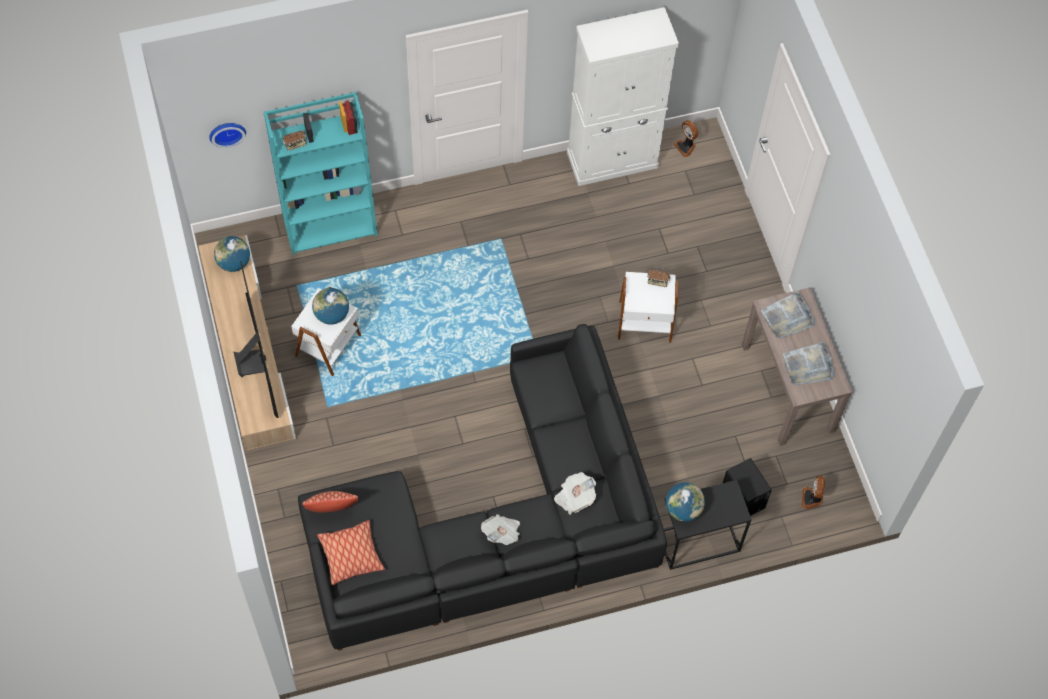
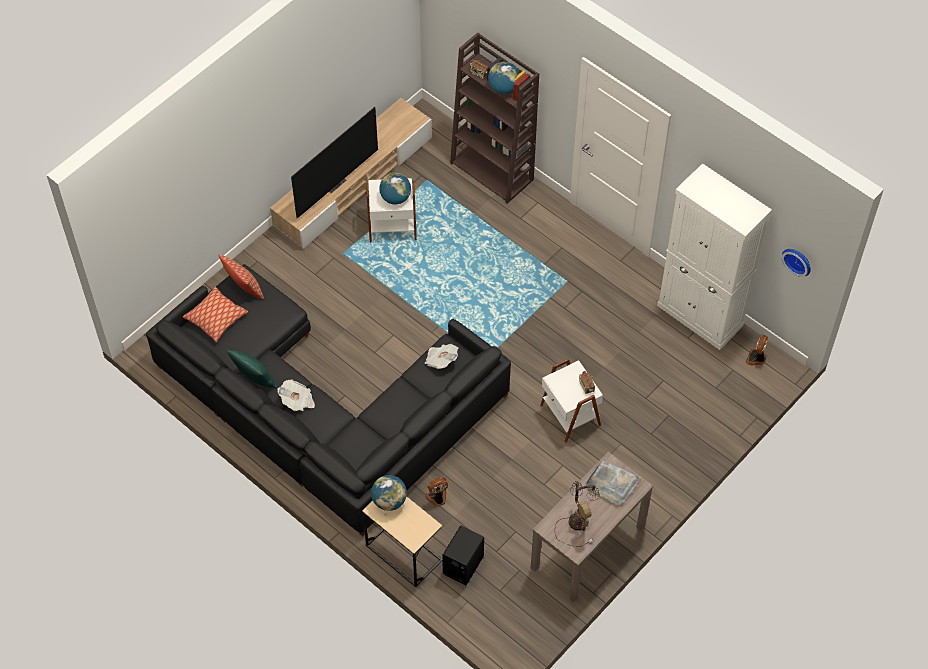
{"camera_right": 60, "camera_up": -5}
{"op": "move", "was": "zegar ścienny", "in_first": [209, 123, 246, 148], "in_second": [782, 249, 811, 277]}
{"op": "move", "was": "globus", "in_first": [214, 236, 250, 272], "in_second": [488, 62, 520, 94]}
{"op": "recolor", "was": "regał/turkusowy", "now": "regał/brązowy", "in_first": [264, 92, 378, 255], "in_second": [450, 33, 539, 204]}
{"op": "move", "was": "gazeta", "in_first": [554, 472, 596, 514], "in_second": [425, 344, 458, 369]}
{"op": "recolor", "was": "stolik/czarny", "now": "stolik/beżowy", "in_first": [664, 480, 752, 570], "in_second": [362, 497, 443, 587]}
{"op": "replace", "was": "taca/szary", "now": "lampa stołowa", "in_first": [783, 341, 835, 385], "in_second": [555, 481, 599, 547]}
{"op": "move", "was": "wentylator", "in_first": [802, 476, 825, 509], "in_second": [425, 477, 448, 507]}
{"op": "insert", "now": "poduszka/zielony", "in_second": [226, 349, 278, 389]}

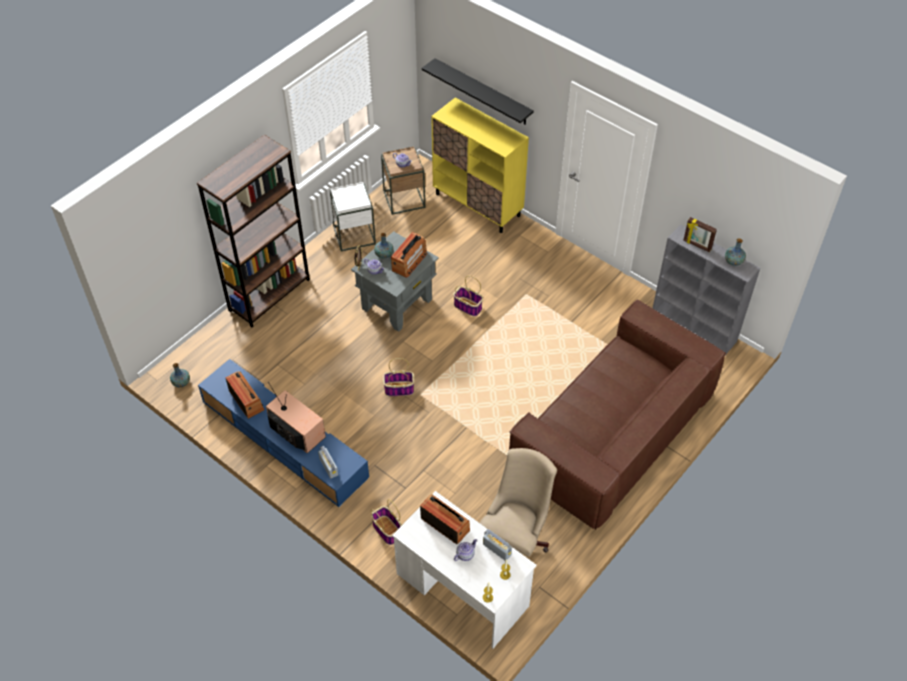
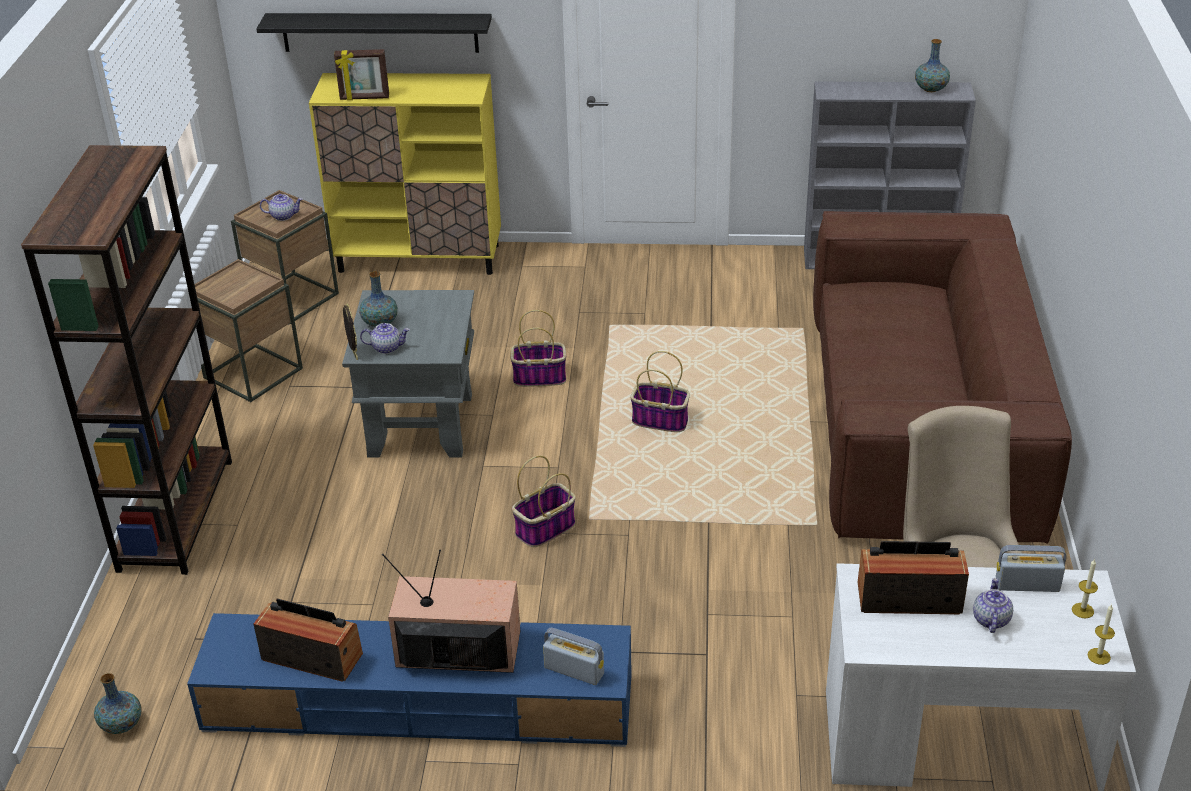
{"camera_right": -35, "camera_up": -15}
{"op": "recolor", "was": "stolik/biały", "now": "stolik/brązowy", "in_first": [330, 182, 376, 251], "in_second": [195, 259, 303, 402]}
{"op": "move", "was": "koszyk", "in_first": [371, 499, 402, 545], "in_second": [630, 351, 690, 432]}
{"op": "delete", "was": "radio", "in_first": [391, 232, 427, 278]}
{"op": "move", "was": "ramka na zdjęcie", "in_first": [683, 217, 717, 252], "in_second": [334, 49, 389, 100]}

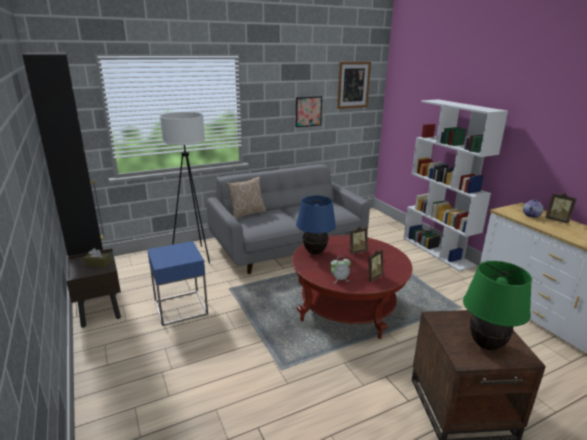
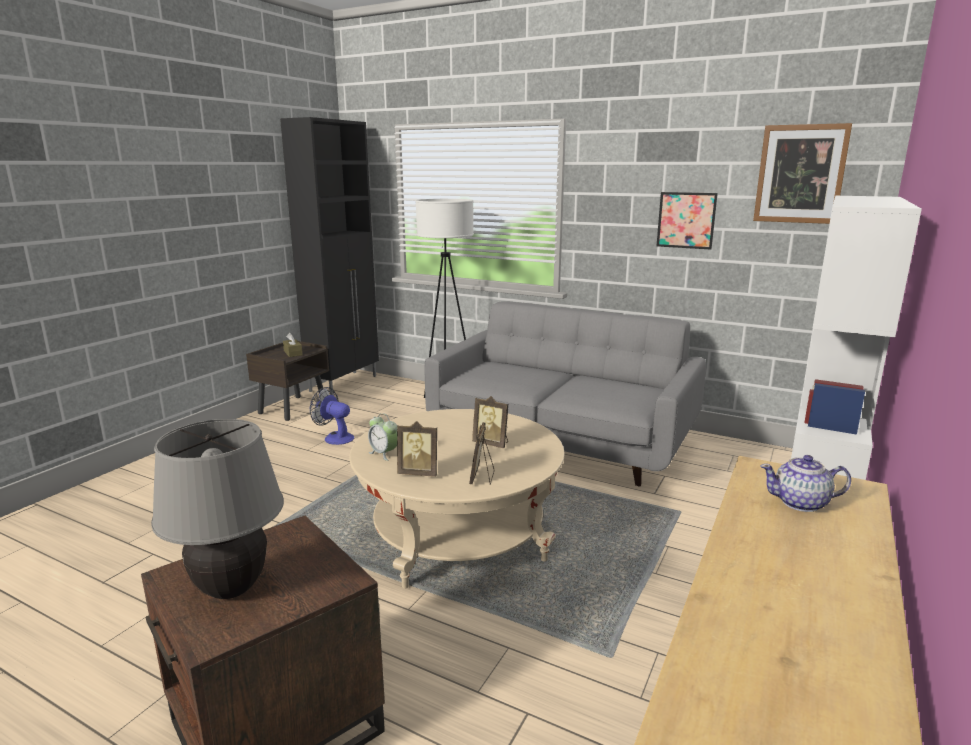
{"camera_right": 55, "camera_up": -5}
{"op": "replace", "was": "stolik/niebieski", "now": "wentylator", "in_first": [147, 241, 208, 326], "in_second": [310, 387, 354, 445]}
{"op": "delete", "was": "poduszka", "in_first": [227, 176, 267, 219]}
{"op": "recolor", "was": "ława/czerwony", "now": "ława/beżowy", "in_first": [292, 235, 413, 339], "in_second": [350, 409, 565, 589]}
{"op": "delete", "was": "lampa stołowa/niebieski", "in_first": [296, 195, 336, 255]}
{"op": "recolor", "was": "lampa stołowa/zielony", "now": "lampa stołowa/szary", "in_first": [463, 261, 532, 350], "in_second": [151, 419, 284, 599]}
{"op": "move", "was": "ramka na zdjęcie", "in_first": [545, 193, 577, 224], "in_second": [469, 422, 494, 485]}

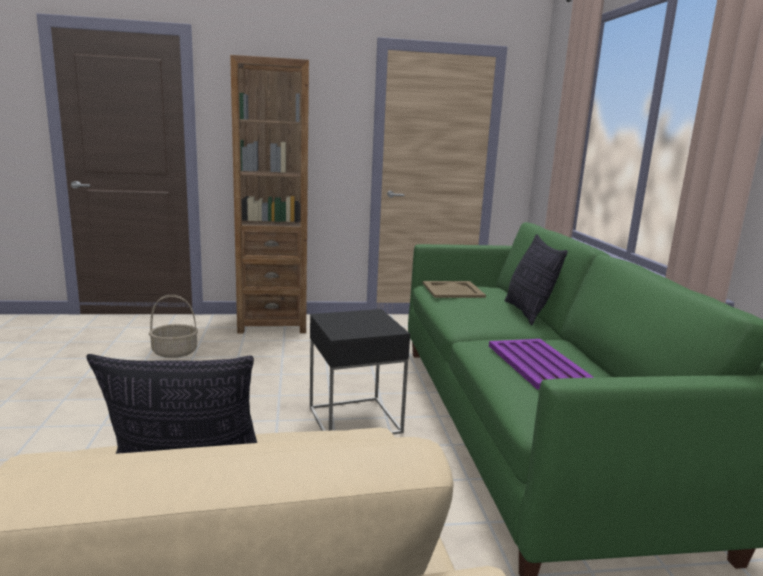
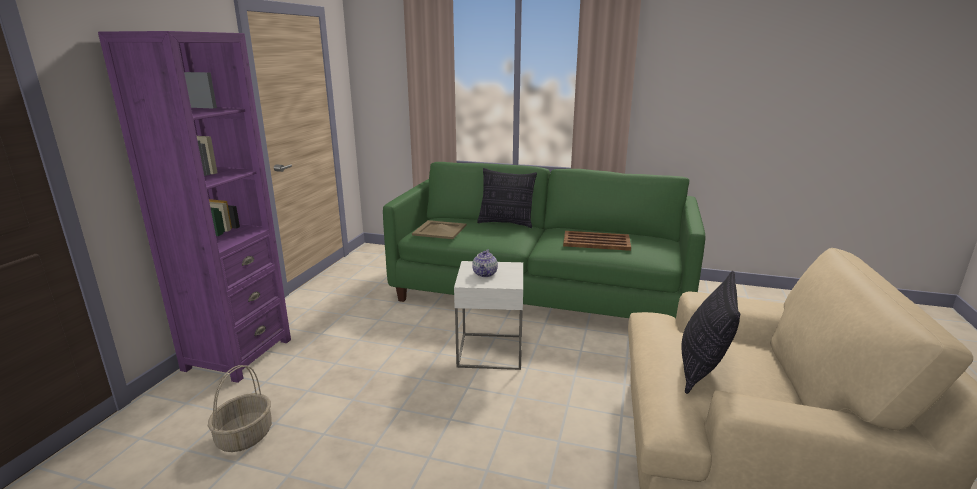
{"camera_right": -65, "camera_up": 5}
{"op": "recolor", "was": "regał/brązowy", "now": "regał/fioletowy", "in_first": [230, 55, 309, 333], "in_second": [98, 31, 291, 383]}
{"op": "recolor", "was": "stolik/czarny", "now": "stolik/biały", "in_first": [310, 309, 410, 435], "in_second": [454, 261, 523, 370]}
{"op": "recolor", "was": "taca/fioletowy", "now": "taca/brązowy", "in_first": [489, 339, 594, 390], "in_second": [563, 231, 631, 251]}
{"op": "insert", "now": "imbryk", "in_second": [472, 250, 498, 277]}

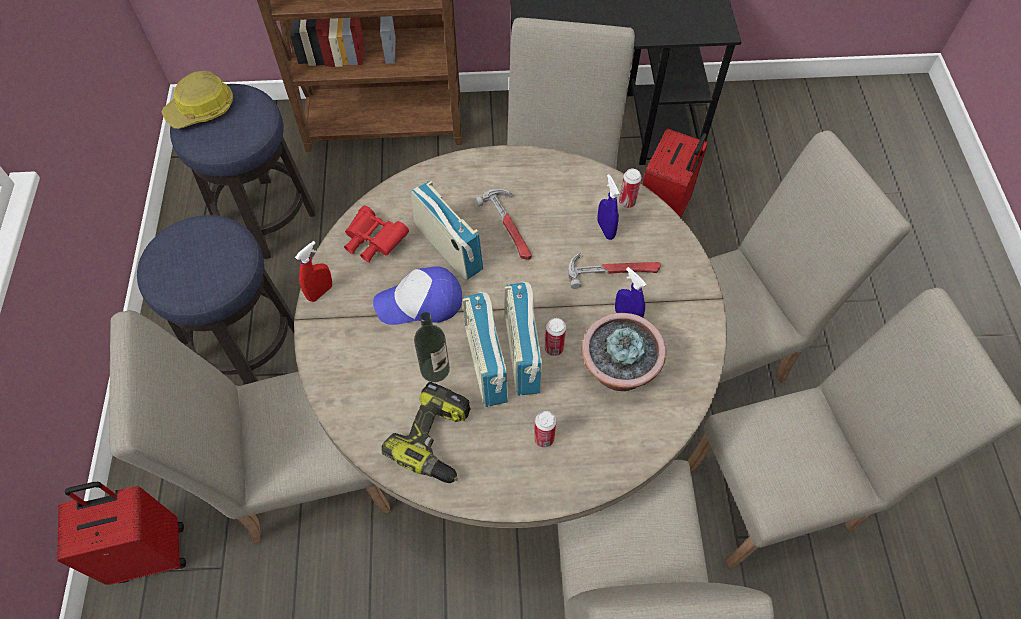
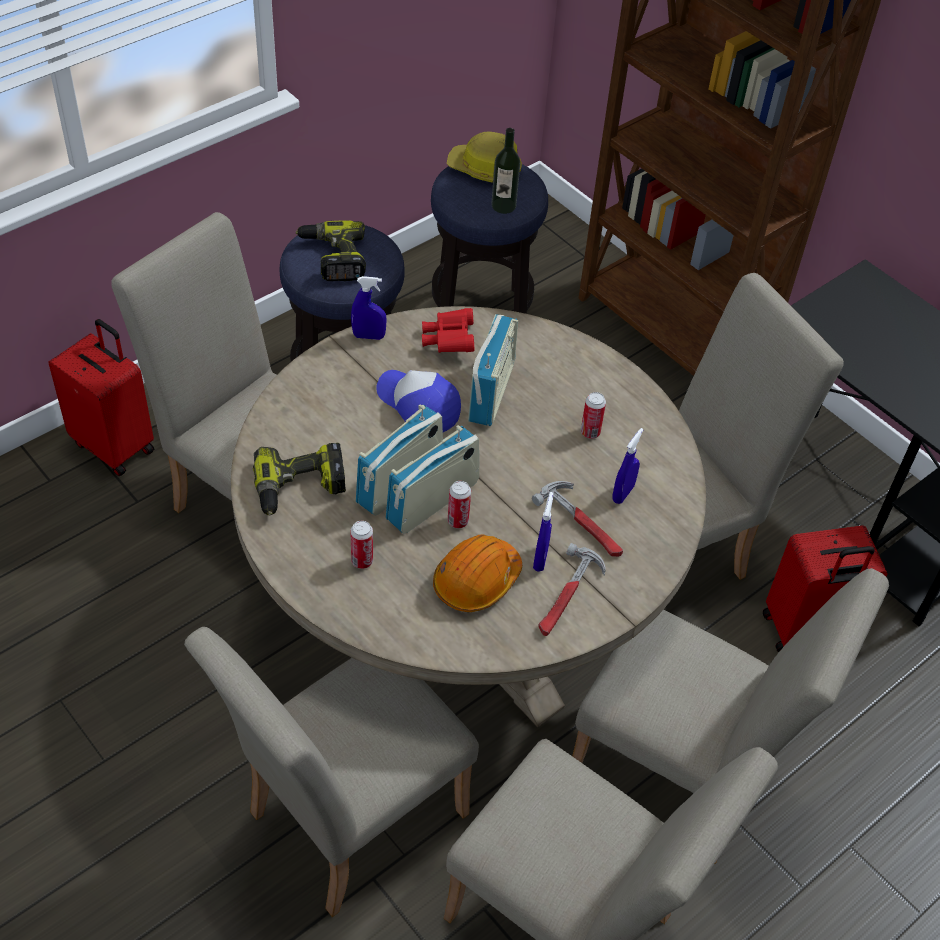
{"camera_right": 50, "camera_up": -10}
{"op": "recolor", "was": "spryskiwacz/czerwony", "now": "spryskiwacz/niebieski", "in_first": [295, 241, 332, 302], "in_second": [351, 276, 387, 340]}
{"op": "move", "was": "butelka", "in_first": [414, 312, 450, 382], "in_second": [491, 128, 520, 214]}
{"op": "move", "was": "młotek", "in_first": [475, 189, 532, 260], "in_second": [538, 543, 606, 636]}
{"op": "replace", "was": "roślina doniczkowa", "now": "kask/pomarańczowy", "in_first": [582, 313, 666, 391], "in_second": [433, 535, 522, 612]}
{"op": "move", "was": "puszka", "in_first": [619, 169, 642, 208], "in_second": [581, 392, 606, 439]}
{"op": "insert", "now": "wiertarka", "in_second": [296, 221, 366, 281]}

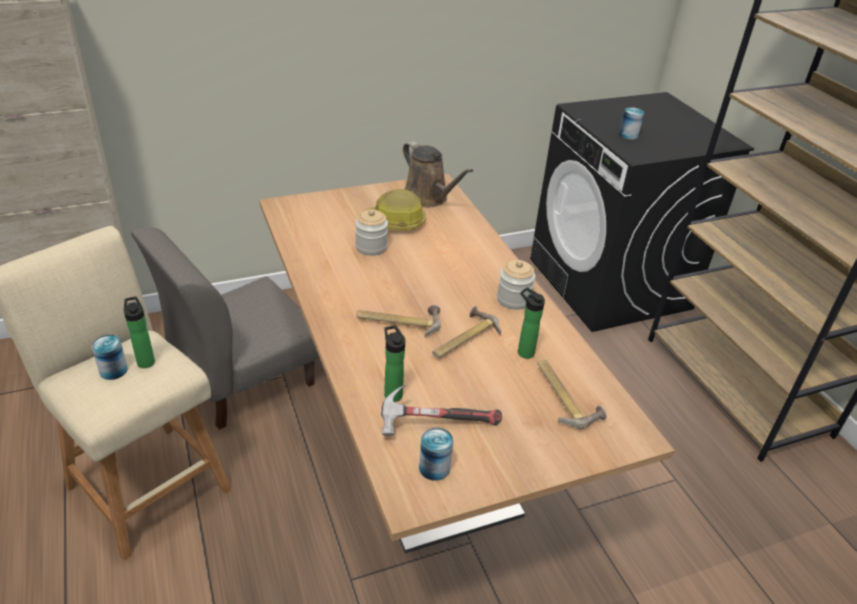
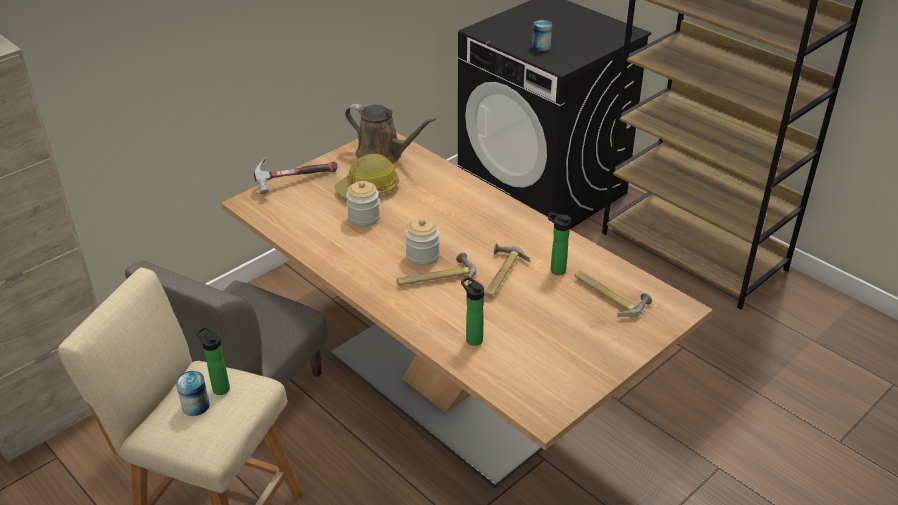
{"camera_right": -20, "camera_up": 0}
{"op": "move", "was": "młotek", "in_first": [381, 384, 502, 436], "in_second": [254, 158, 337, 194]}
{"op": "delete", "was": "puszka", "in_first": [419, 428, 453, 481]}
{"op": "move", "was": "słoik", "in_first": [497, 260, 536, 310], "in_second": [405, 218, 440, 266]}

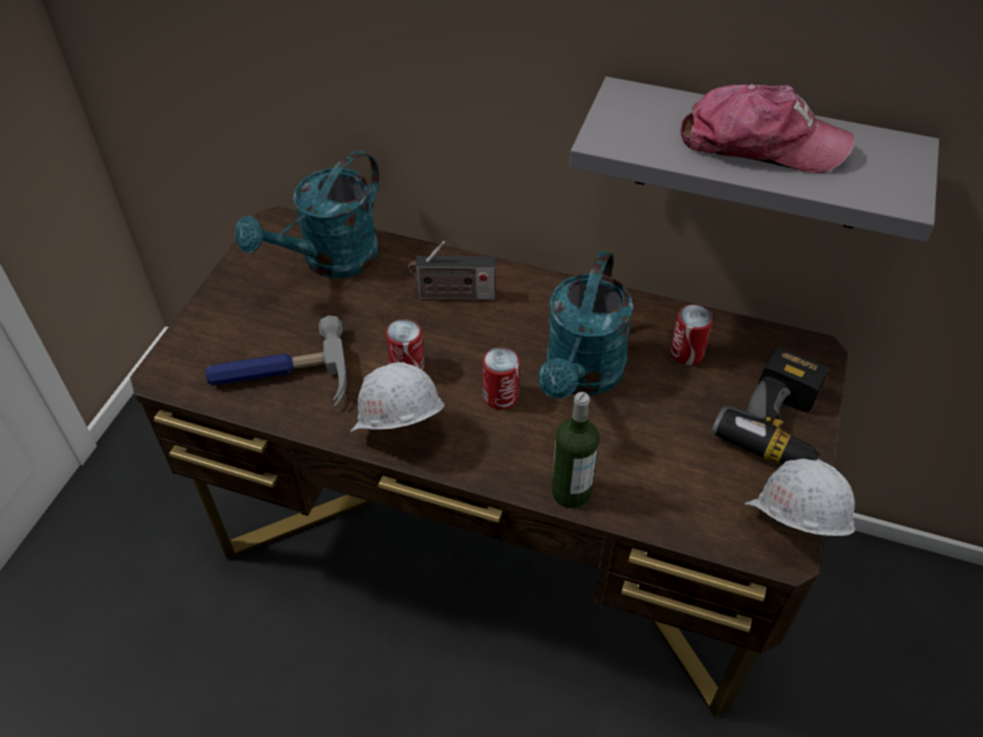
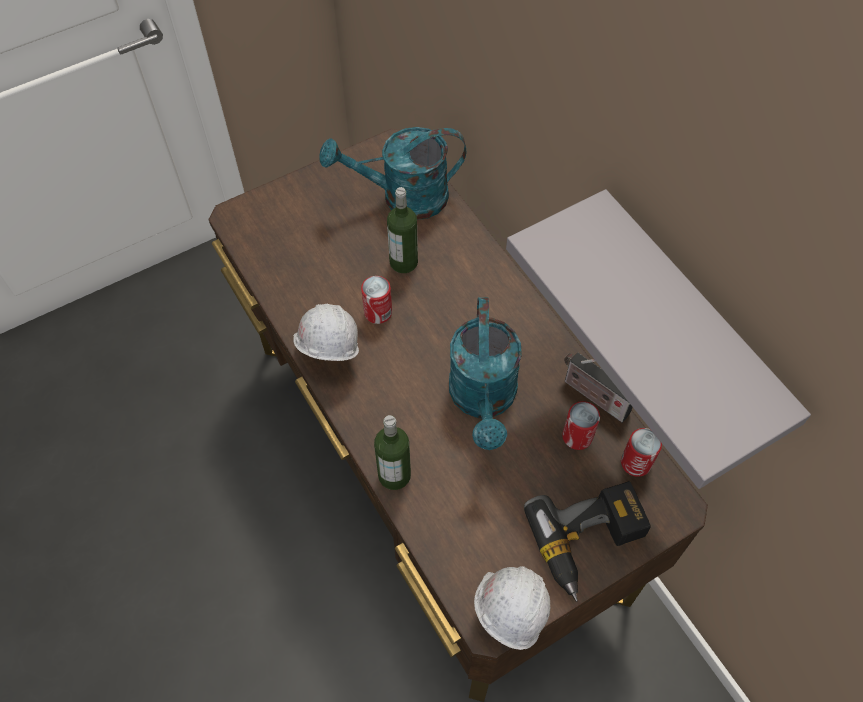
{"camera_right": 40, "camera_up": 10}
{"op": "delete", "was": "młotek", "in_first": [206, 315, 347, 407]}
{"op": "move", "was": "radio", "in_first": [408, 241, 495, 300], "in_second": [564, 352, 633, 423]}
{"op": "move", "was": "puszka", "in_first": [483, 347, 519, 409], "in_second": [621, 428, 662, 477]}
{"op": "rotate", "was": "konewka/turkusowy", "in_first": [538, 251, 633, 399], "in_second": [449, 297, 522, 450], "clockwise": -60}
{"op": "delete", "was": "czapka z daszkiem", "in_first": [680, 84, 855, 173]}
{"op": "insert", "now": "butelka", "in_second": [387, 187, 418, 273]}

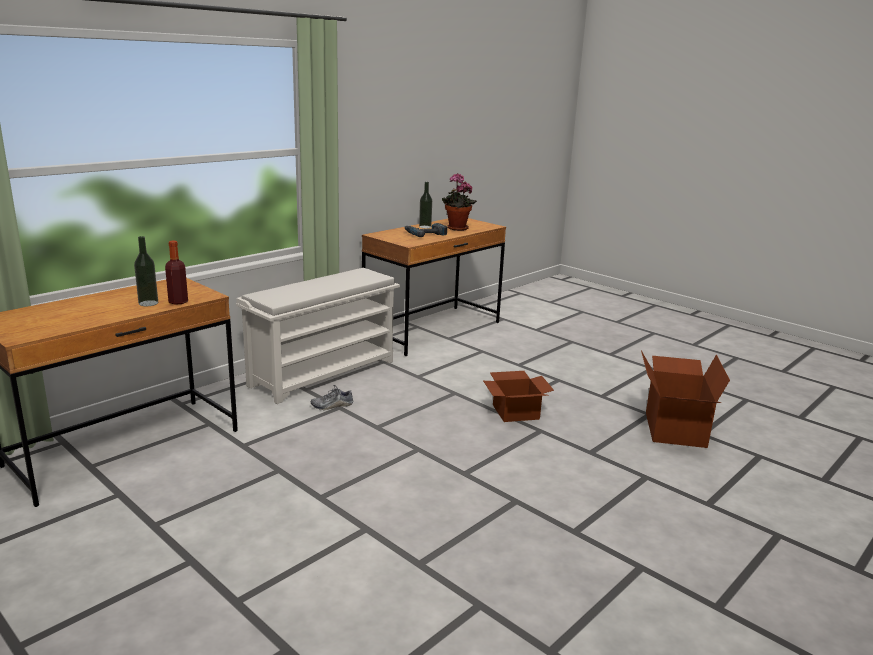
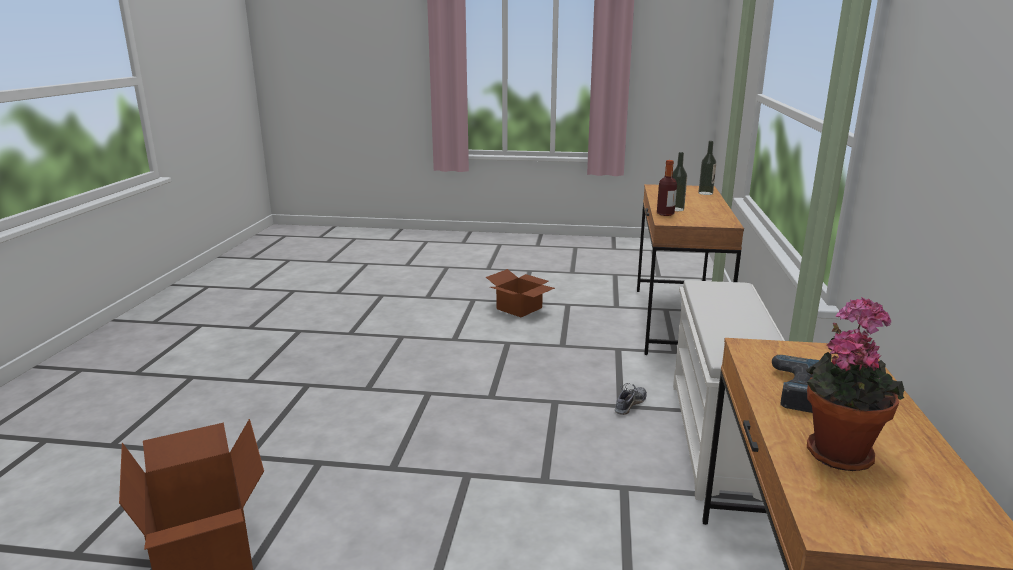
{"camera_right": 145, "camera_up": 0}
{"op": "move", "was": "butelka", "in_first": [419, 182, 432, 228], "in_second": [698, 141, 716, 195]}
{"op": "move", "was": "karton", "in_first": [483, 371, 554, 422], "in_second": [486, 269, 555, 317]}

